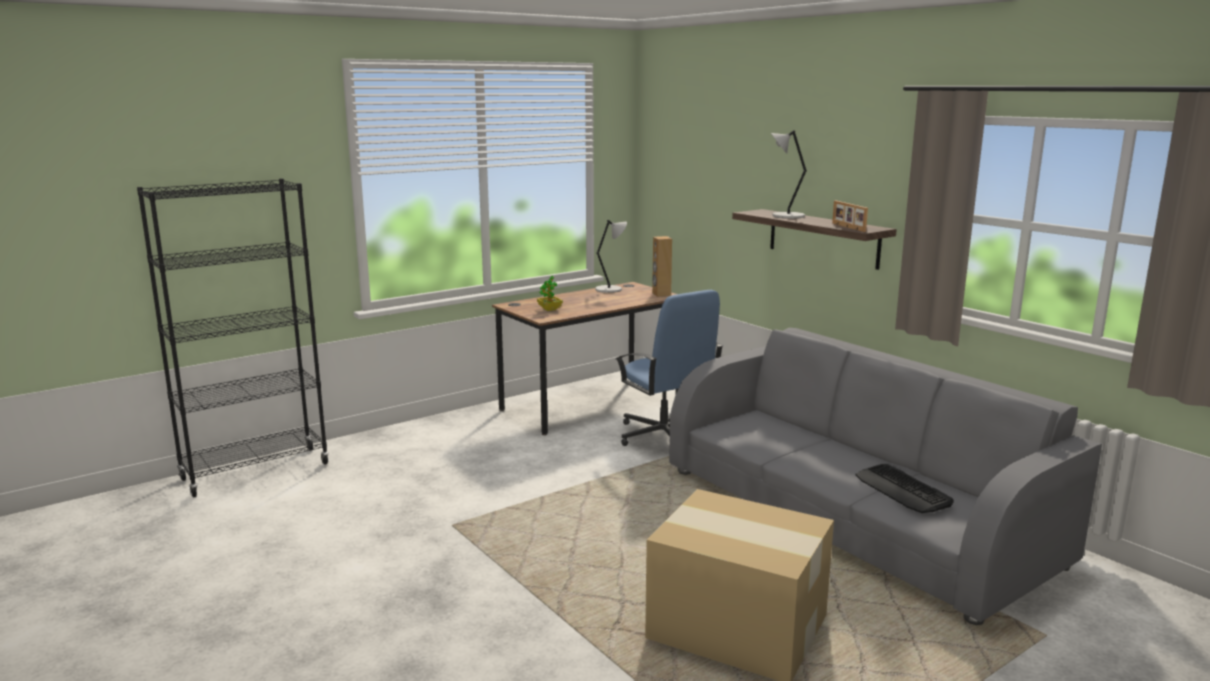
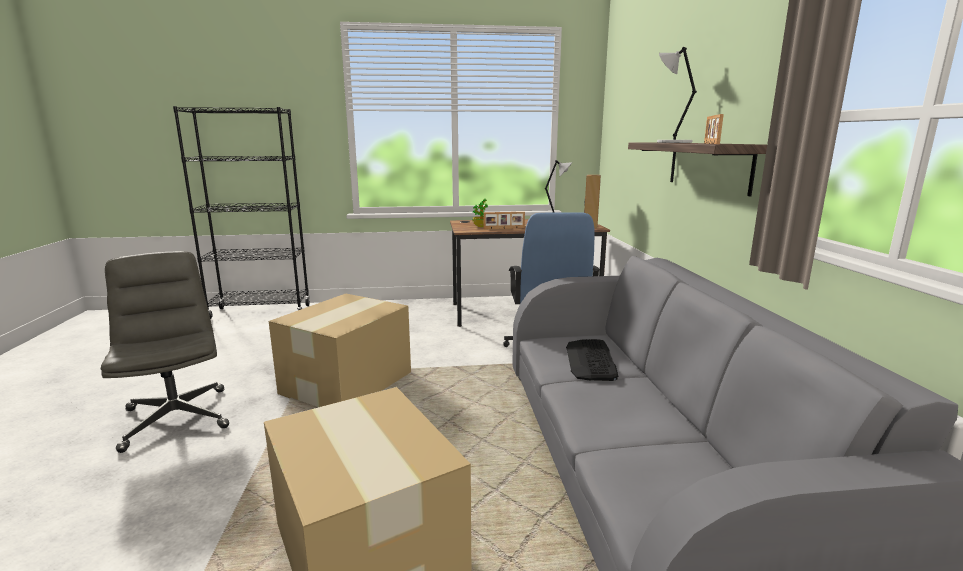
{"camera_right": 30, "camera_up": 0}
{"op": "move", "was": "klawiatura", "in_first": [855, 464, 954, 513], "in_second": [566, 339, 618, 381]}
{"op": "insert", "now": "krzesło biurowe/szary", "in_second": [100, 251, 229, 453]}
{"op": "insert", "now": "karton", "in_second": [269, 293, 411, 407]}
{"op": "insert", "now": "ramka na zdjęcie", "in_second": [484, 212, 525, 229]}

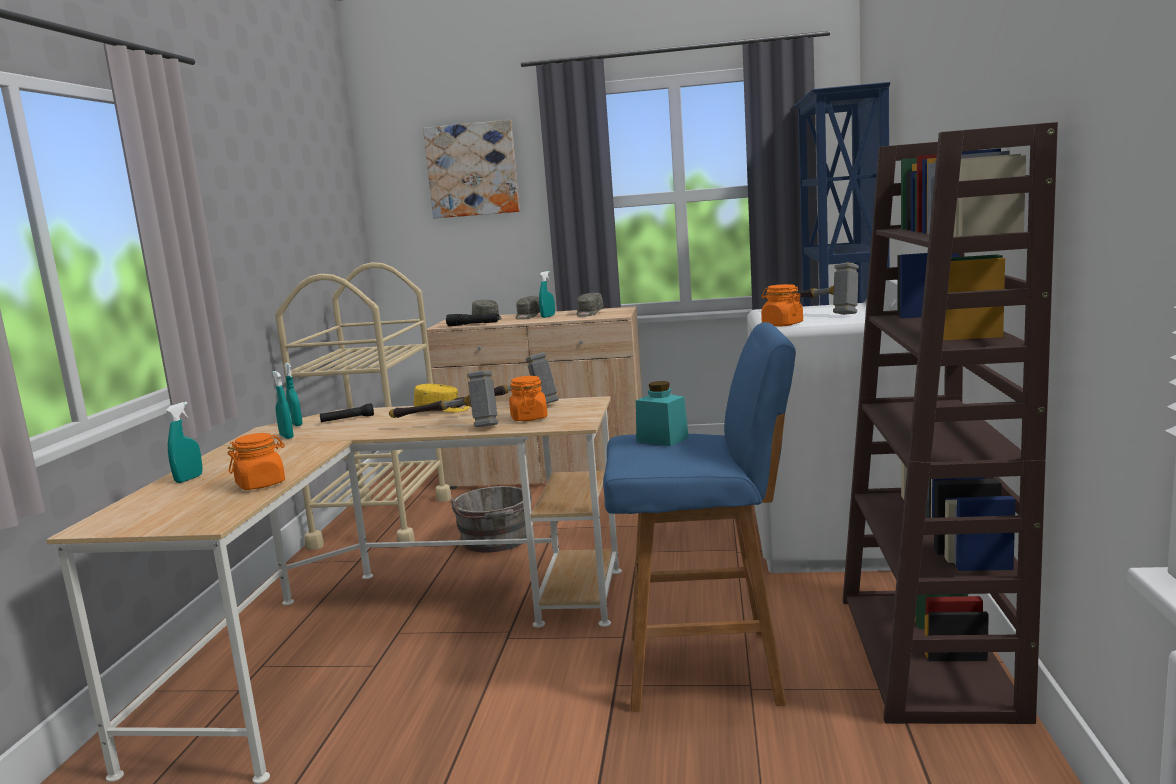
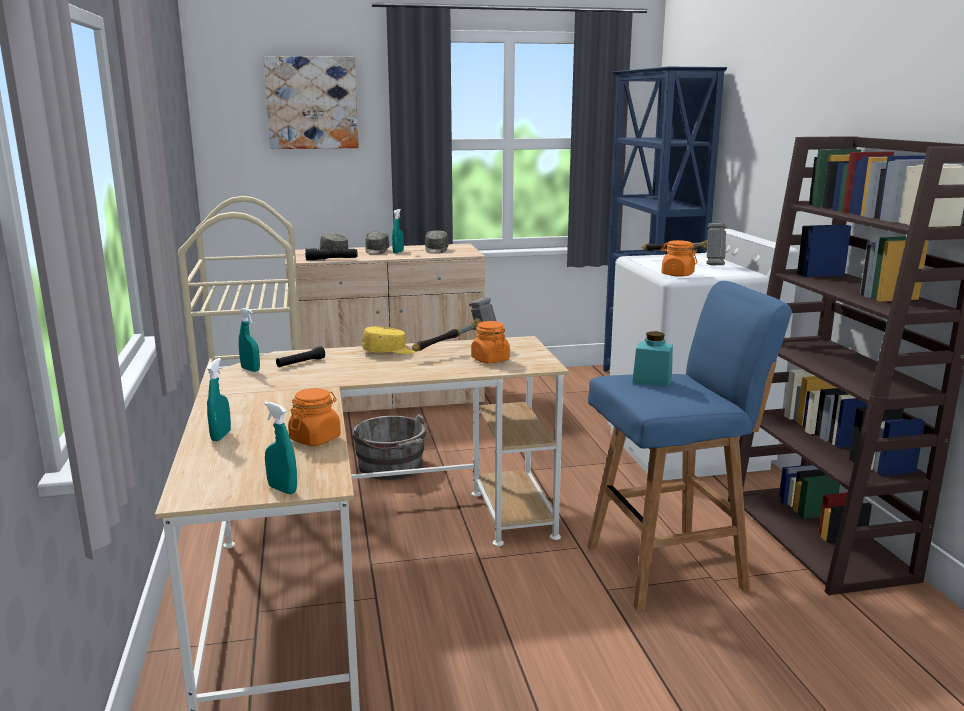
{"camera_right": -20, "camera_up": 5}
{"op": "move", "was": "spryskiwacz/turkusowy", "in_first": [272, 371, 294, 439], "in_second": [264, 402, 297, 494]}
{"op": "delete", "was": "młotek", "in_first": [389, 370, 498, 427]}

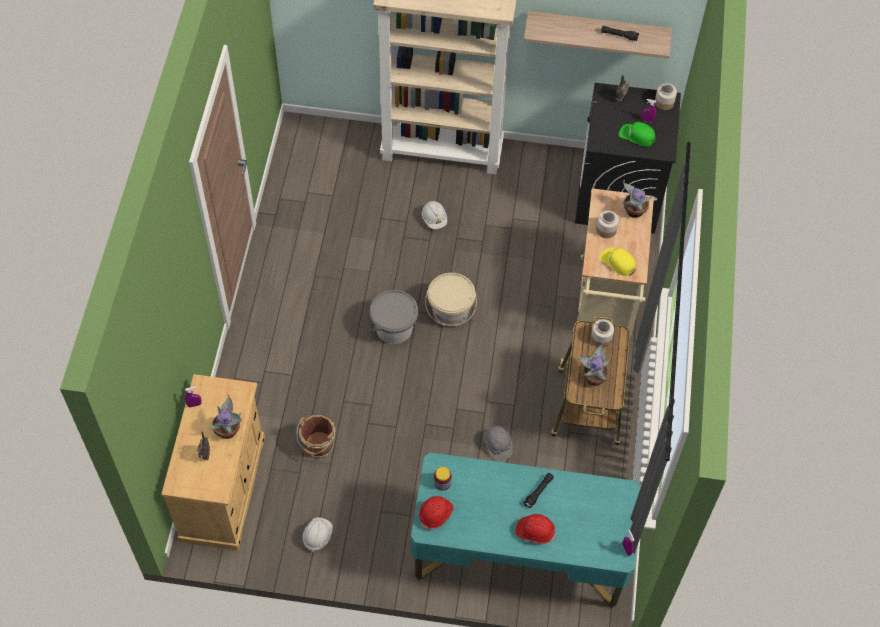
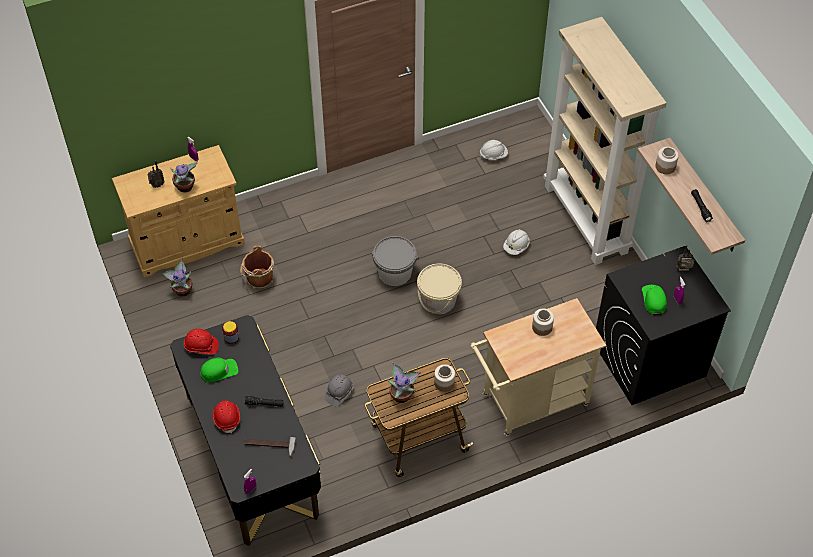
{"camera_right": 60, "camera_up": -5}
{"op": "move", "was": "kask/biały", "in_first": [302, 517, 333, 552], "in_second": [480, 140, 508, 160]}
{"op": "recolor", "was": "biurko/turkusowy", "now": "biurko/czarny", "in_first": [411, 452, 641, 608], "in_second": [170, 315, 321, 546]}
{"op": "delete", "was": "czapka z daszkiem/żółty", "in_first": [599, 247, 635, 276]}
{"op": "move", "was": "roślina doniczkowa", "in_first": [623, 180, 653, 218], "in_second": [162, 258, 192, 296]}
{"op": "move", "was": "słoik", "in_first": [655, 83, 677, 110], "in_second": [655, 147, 679, 174]}
{"op": "insert", "now": "czapka z daszkiem/zielony", "in_second": [200, 357, 238, 382]}
{"op": "insert", "now": "młotek", "in_second": [244, 437, 296, 458]}

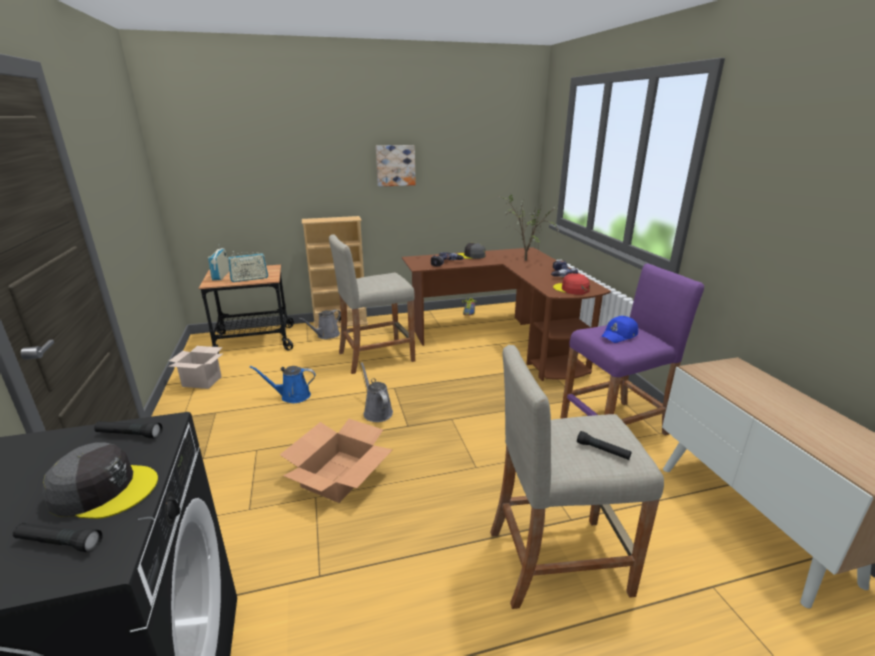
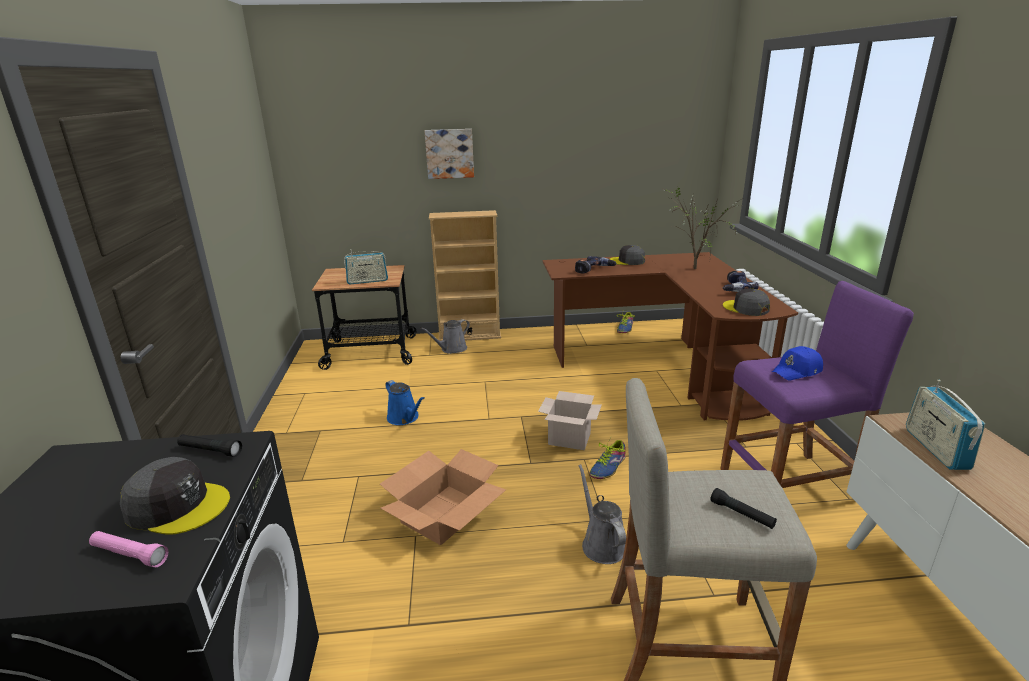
{"camera_right": 10, "camera_up": 0}
{"op": "recolor", "was": "latarka/czarny", "now": "latarka/różowy", "in_first": [13, 523, 103, 552], "in_second": [89, 531, 168, 567]}
{"op": "move", "was": "karton", "in_first": [168, 346, 224, 389], "in_second": [538, 391, 602, 450]}
{"op": "move", "was": "radio", "in_first": [208, 244, 229, 281], "in_second": [906, 380, 985, 470]}
{"op": "rotate", "was": "konewka/niebieski", "in_first": [250, 366, 316, 403], "in_second": [385, 380, 425, 425], "clockwise": -135}
{"op": "delete", "was": "stołek/beżowy", "in_first": [329, 234, 415, 374]}
{"op": "move", "was": "konewka/szary", "in_first": [361, 362, 393, 422], "in_second": [578, 464, 626, 564]}
{"op": "move", "was": "obraz", "in_first": [376, 145, 416, 187], "in_second": [425, 129, 474, 179]}
{"op": "recolor", "was": "czapka z daszkiem/czerwony", "now": "czapka z daszkiem/szary", "in_first": [553, 273, 590, 295], "in_second": [723, 288, 770, 316]}
{"op": "insert", "now": "but", "in_second": [590, 437, 626, 479]}

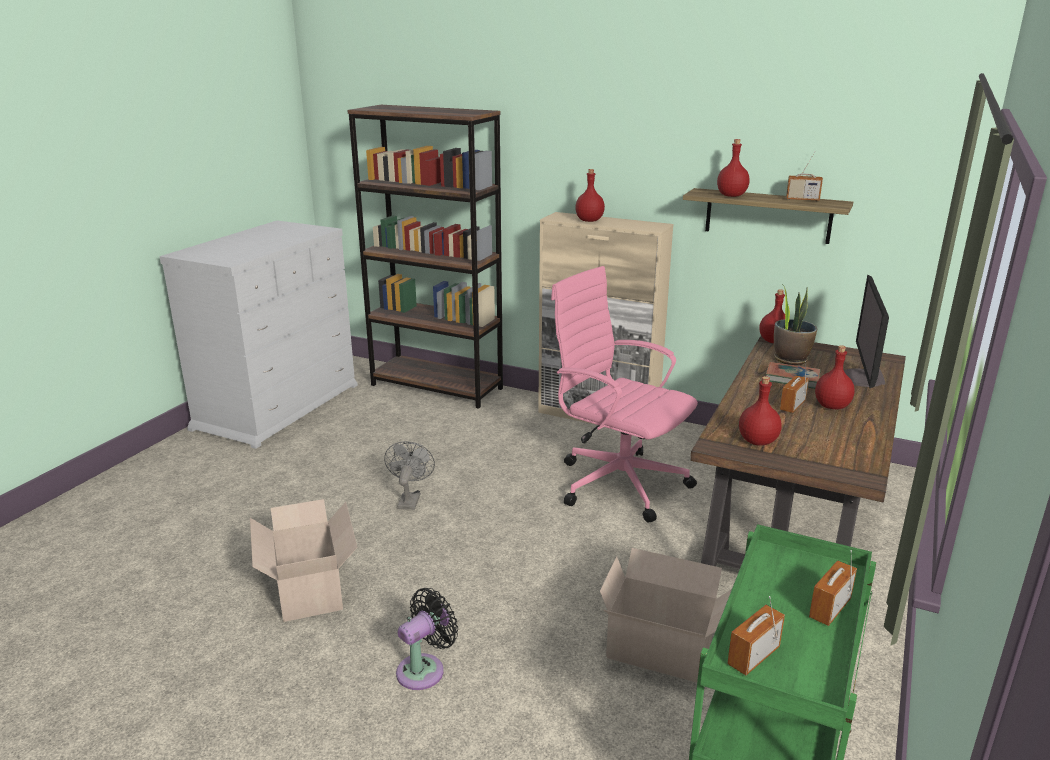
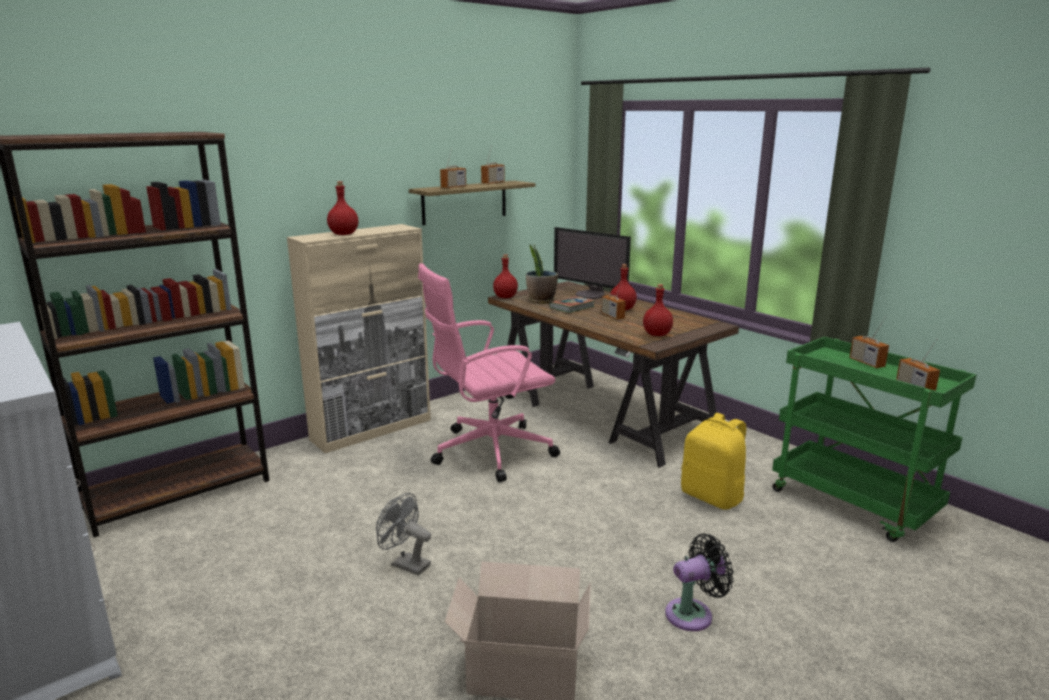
{"camera_right": -65, "camera_up": -5}
{"op": "rotate", "was": "wentylator/czarny", "in_first": [396, 588, 458, 690], "in_second": [665, 534, 734, 631], "clockwise": 90}
{"op": "replace", "was": "karton", "now": "plecak/żółty", "in_first": [600, 548, 732, 683], "in_second": [681, 413, 746, 510]}
{"op": "replace", "was": "butelka/czerwony", "now": "radio", "in_first": [717, 139, 750, 197], "in_second": [440, 148, 466, 188]}

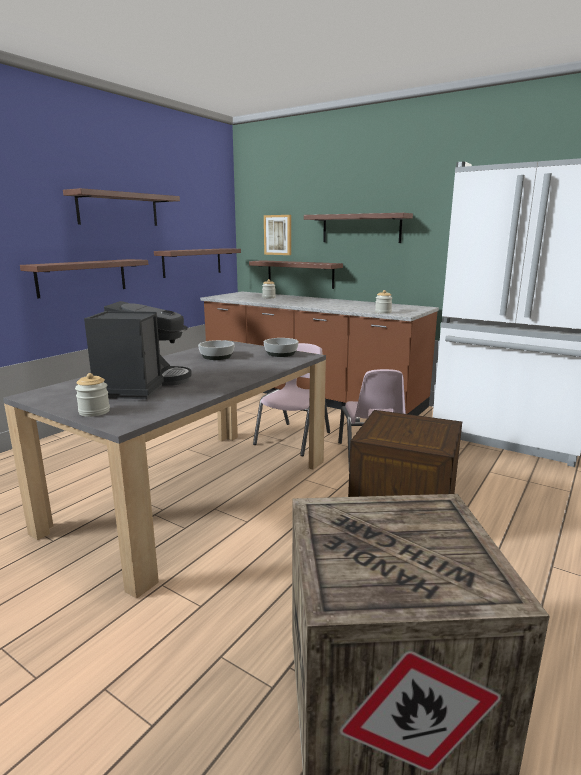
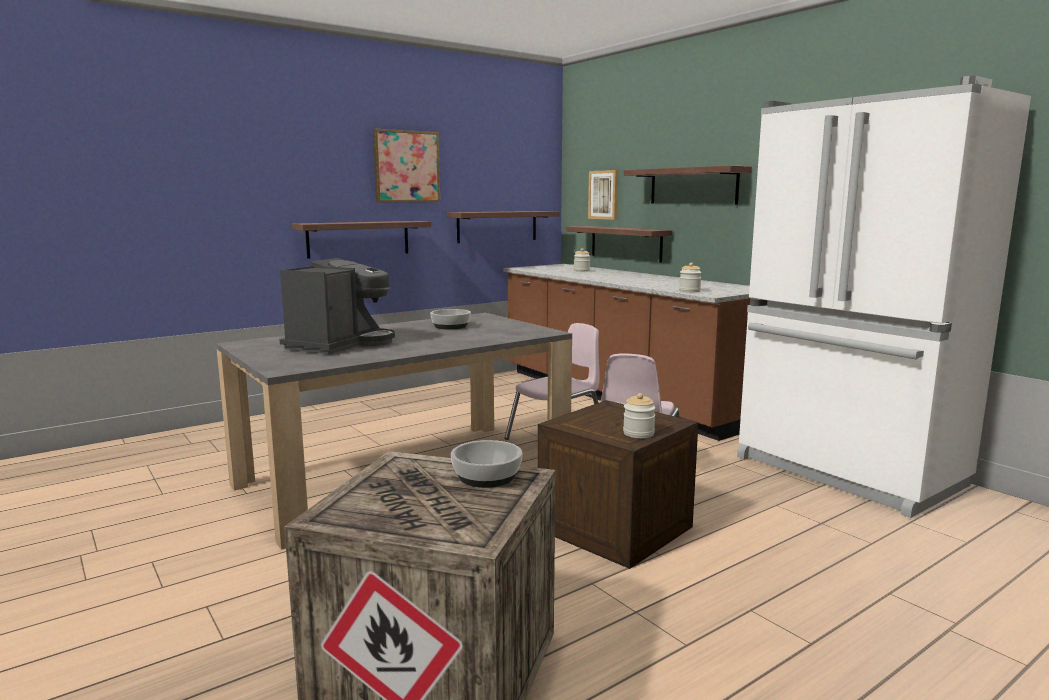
{"camera_right": 20, "camera_up": -5}
{"op": "replace", "was": "półka", "now": "obraz", "in_first": [63, 188, 180, 226], "in_second": [373, 129, 440, 202]}
{"op": "move", "was": "słoik", "in_first": [75, 373, 110, 417], "in_second": [623, 393, 656, 438]}
{"op": "move", "was": "miska", "in_first": [264, 338, 299, 357], "in_second": [451, 440, 522, 488]}

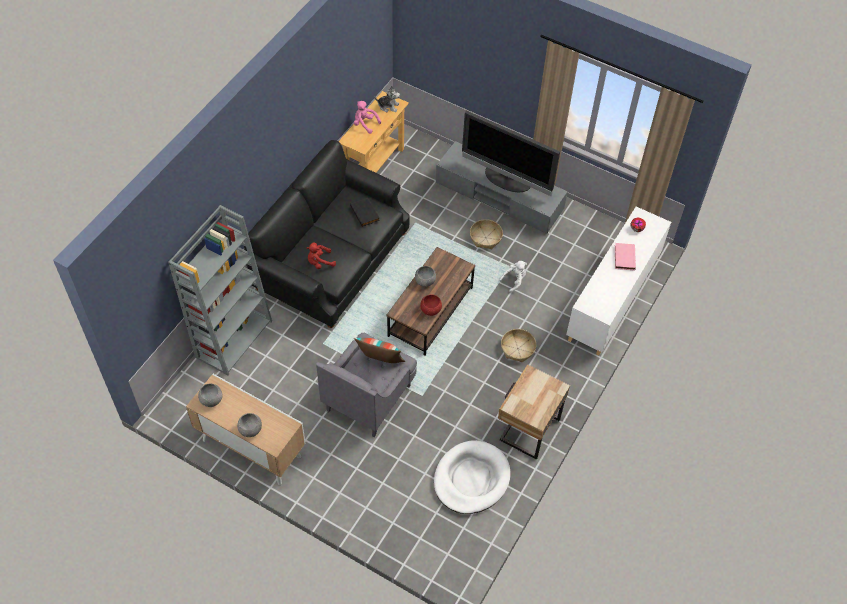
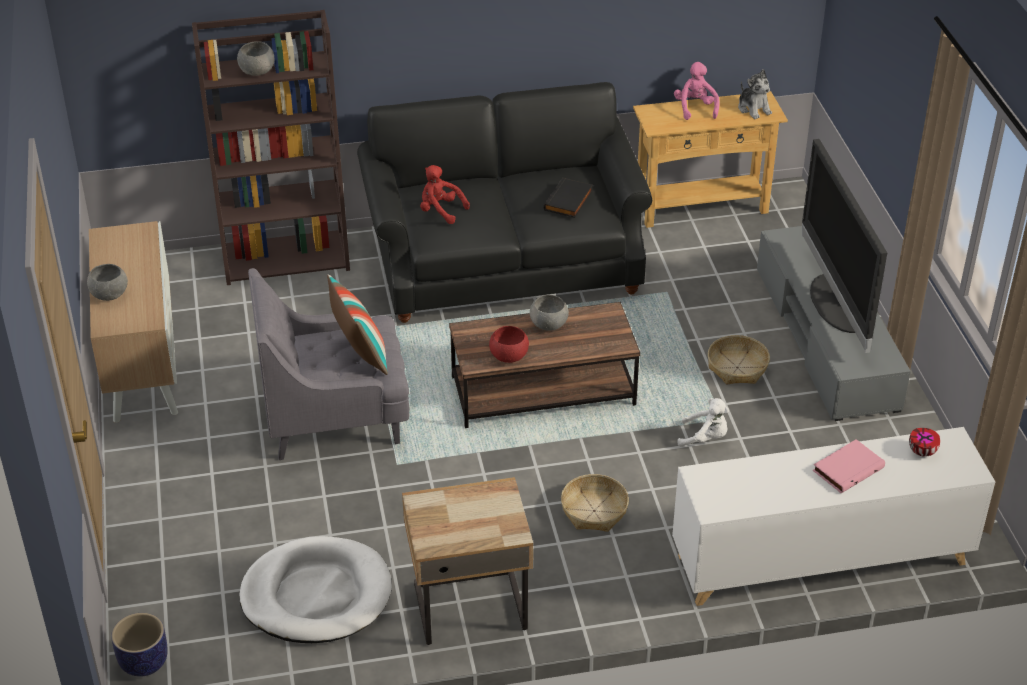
{"camera_right": 50, "camera_up": -15}
{"op": "recolor", "was": "regał/szary", "now": "regał/brązowy", "in_first": [168, 205, 272, 376], "in_second": [192, 10, 350, 285]}
{"op": "move", "was": "miska/szary", "in_first": [198, 384, 223, 407], "in_second": [237, 41, 275, 76]}
{"op": "insert", "now": "donica", "in_second": [111, 613, 168, 677]}

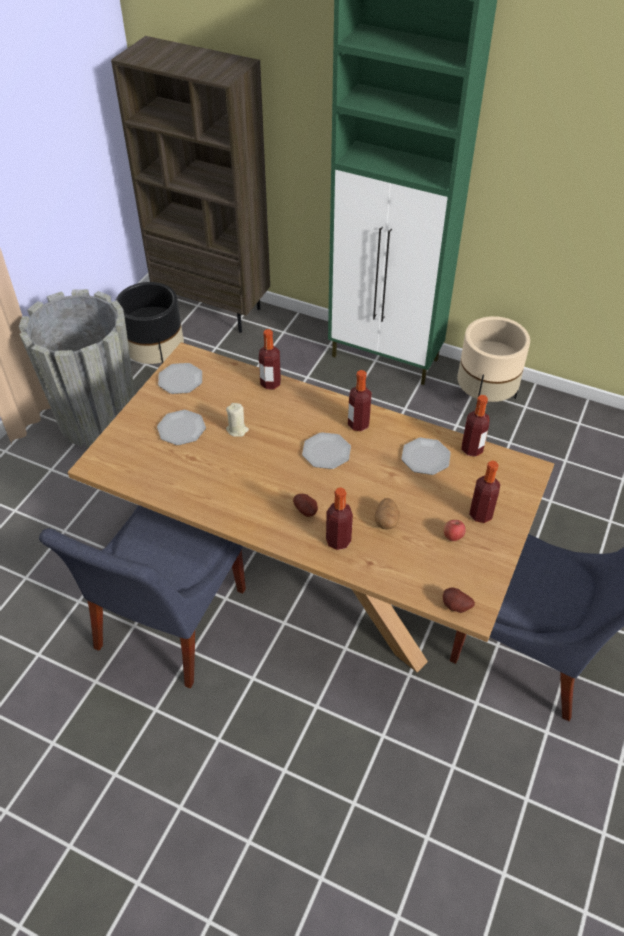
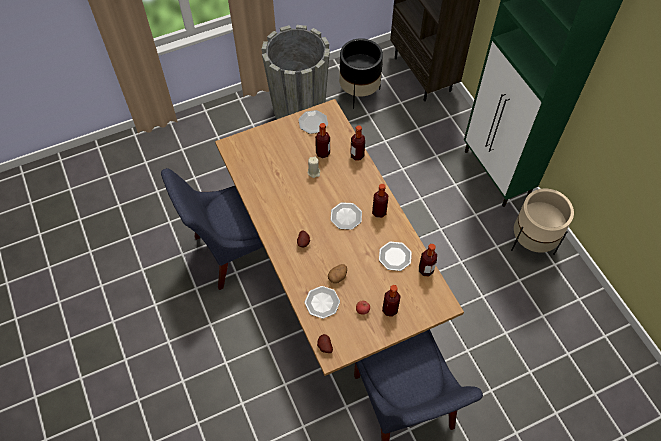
{"camera_right": 40, "camera_up": 10}
{"op": "move", "was": "talerz", "in_first": [157, 410, 206, 445], "in_second": [305, 286, 340, 319]}
{"op": "move", "was": "butelka", "in_first": [326, 487, 353, 550], "in_second": [315, 123, 330, 159]}

